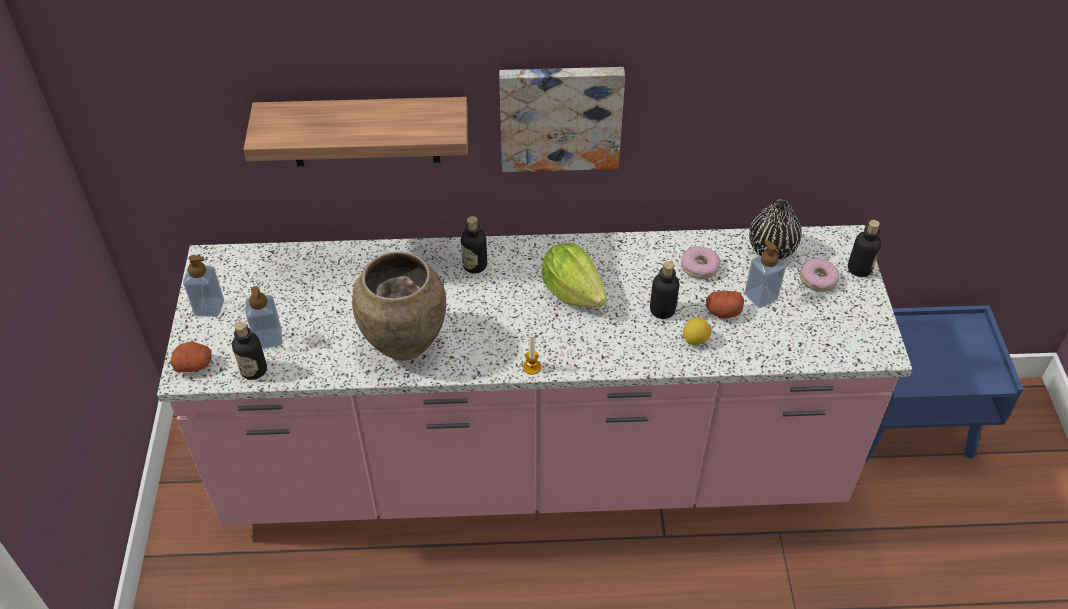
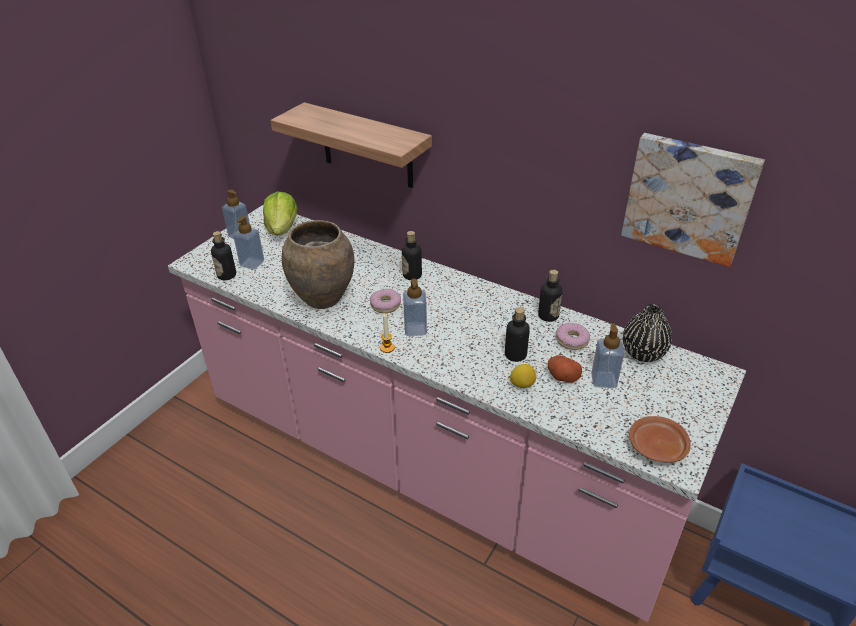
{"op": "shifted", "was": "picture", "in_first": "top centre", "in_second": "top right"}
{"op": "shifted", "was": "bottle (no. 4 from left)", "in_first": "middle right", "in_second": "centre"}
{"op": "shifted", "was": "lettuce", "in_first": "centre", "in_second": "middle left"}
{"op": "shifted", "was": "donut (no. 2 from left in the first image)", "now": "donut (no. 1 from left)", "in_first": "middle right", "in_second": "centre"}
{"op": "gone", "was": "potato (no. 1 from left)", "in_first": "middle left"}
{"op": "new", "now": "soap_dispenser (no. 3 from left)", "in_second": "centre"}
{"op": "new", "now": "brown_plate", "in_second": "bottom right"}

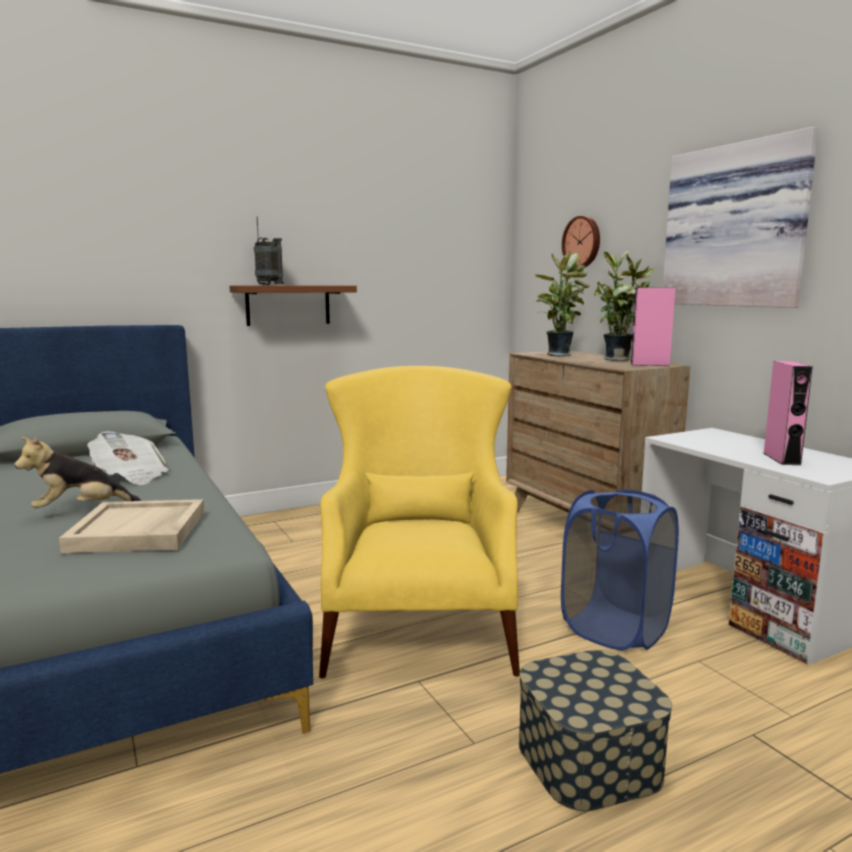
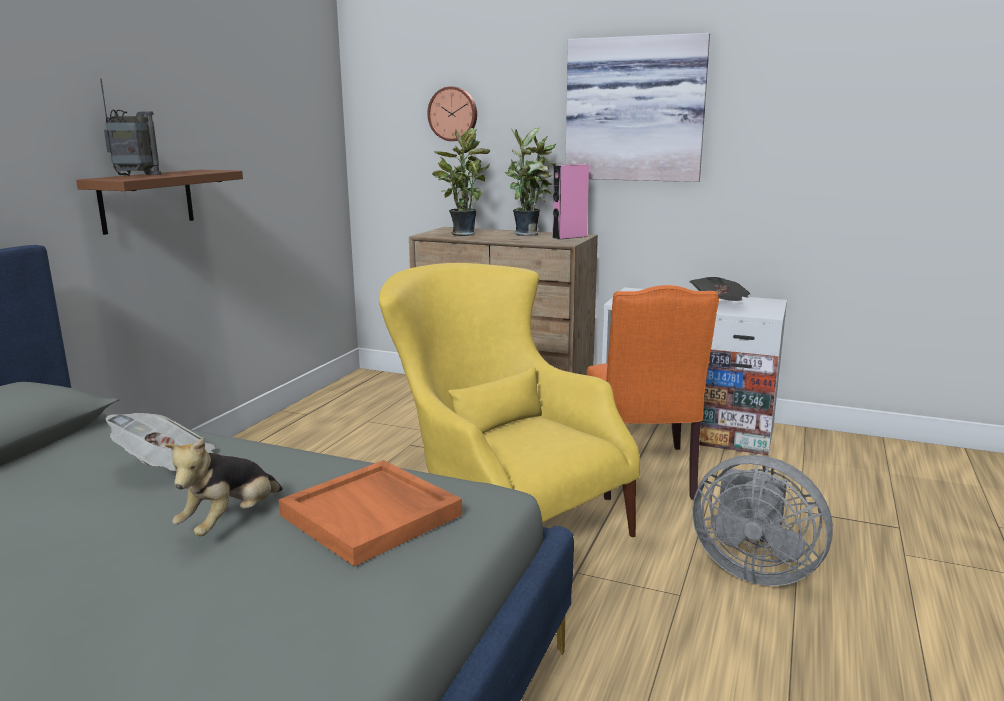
{"op": "swapped", "was": "pink_speaker (no. 2 from left)", "now": "newspaper (no. 2 from left)", "in_first": "middle right", "in_second": "middle right"}
{"op": "swapped", "was": "blue_laundry_basket", "now": "orange_chair", "in_first": "bottom right", "in_second": "centre"}
{"op": "repainted", "was": "beige_tray", "now": "orange_tray", "in_first": "middle left", "in_second": "bottom centre"}
{"op": "swapped", "was": "storage_box", "now": "grey_fan", "in_first": "bottom right", "in_second": "bottom right"}

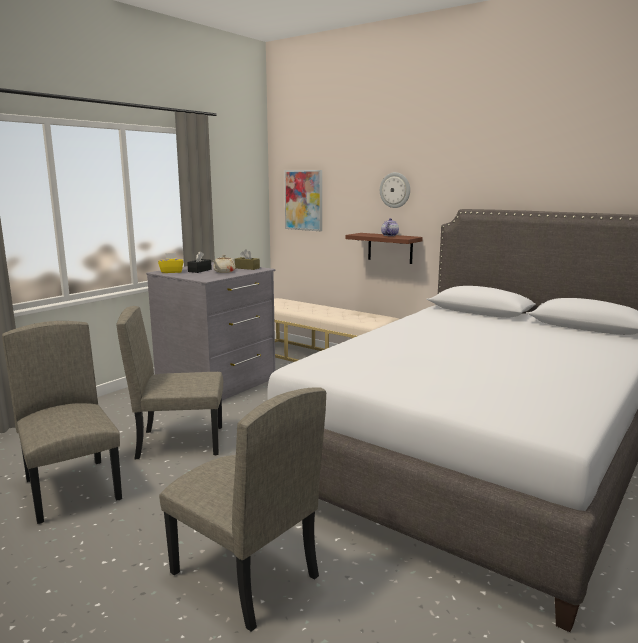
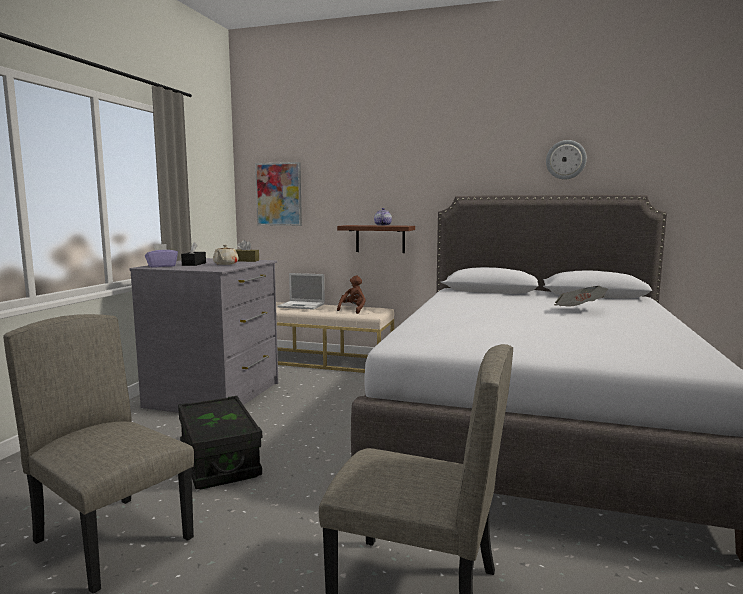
{"op": "shifted", "was": "wall_clock", "in_first": "top centre", "in_second": "top right"}
{"op": "repainted", "was": "yellow_tissue_box", "now": "purple_tissue_box", "in_first": "middle left", "in_second": "middle left"}
{"op": "swapped", "was": "beige_chair (no. 2 from left)", "now": "black_storage_box", "in_first": "middle left", "in_second": "bottom left"}
{"op": "new", "now": "laptop", "in_second": "centre"}
{"op": "new", "now": "brown_plush_toy", "in_second": "centre"}
{"op": "new", "now": "newspaper", "in_second": "middle right"}

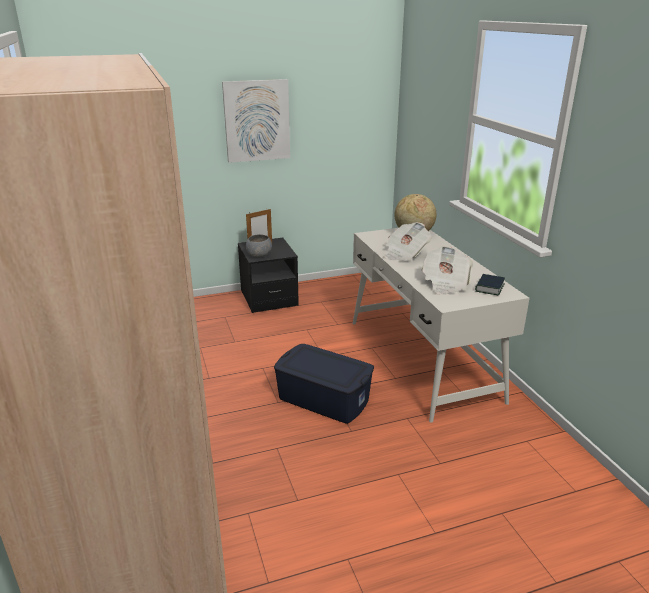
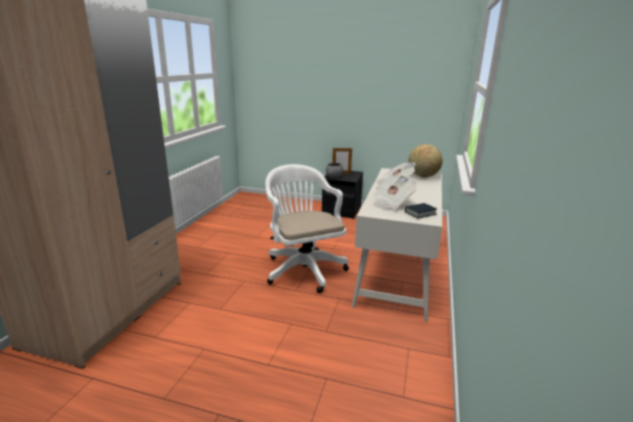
{"op": "gone", "was": "picture", "in_first": "top centre"}
{"op": "swapped", "was": "blue_storage_box", "now": "white_office_chair", "in_first": "centre", "in_second": "centre"}

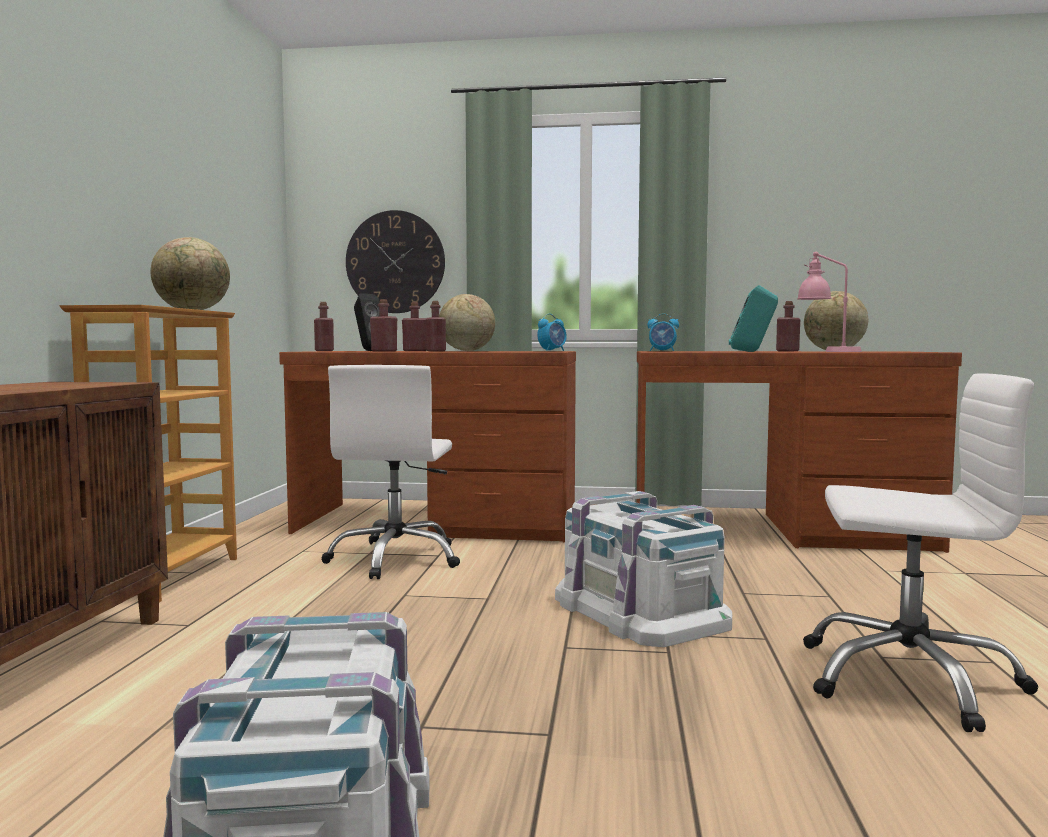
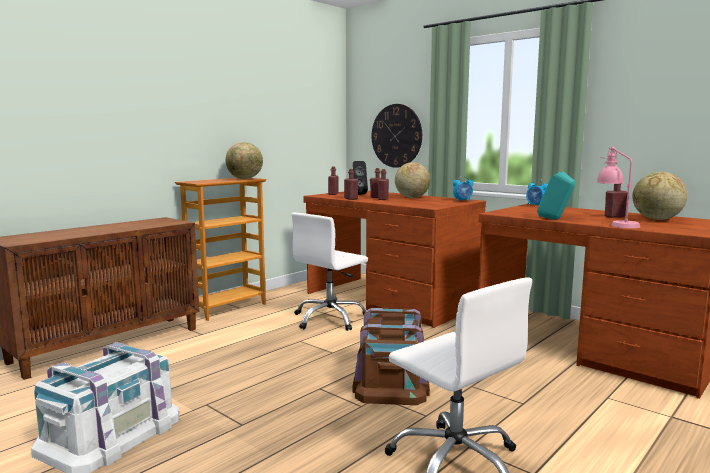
{"op": "repainted", "was": "white_storage_box (no. 2 from left)", "now": "brown_storage_box", "in_first": "bottom centre", "in_second": "bottom centre"}

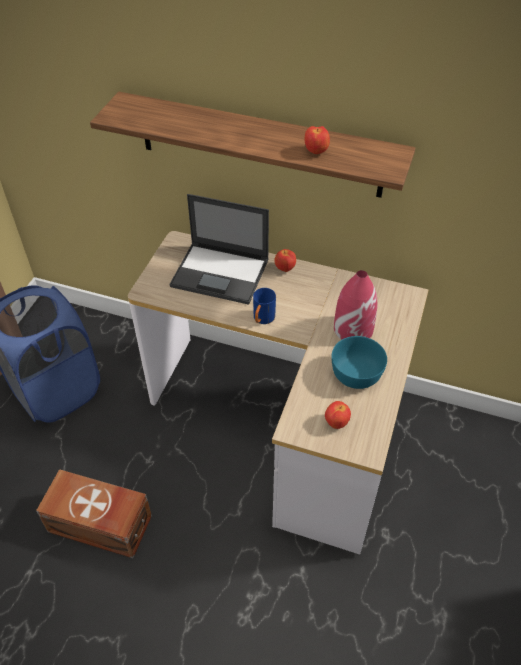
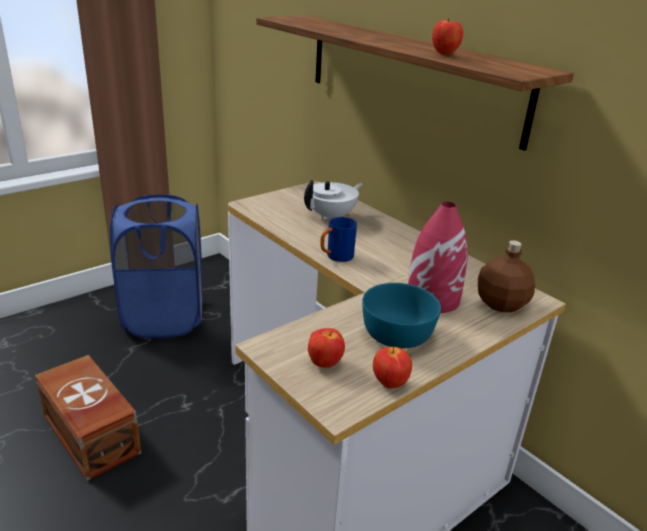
{"op": "swapped", "was": "laptop", "now": "white_teapot", "in_first": "centre", "in_second": "centre"}
{"op": "shifted", "was": "apple (no. 1 from left in the first image)", "now": "apple (no. 2 from left)", "in_first": "centre", "in_second": "bottom centre"}
{"op": "new", "now": "brown_bottle", "in_second": "middle right"}

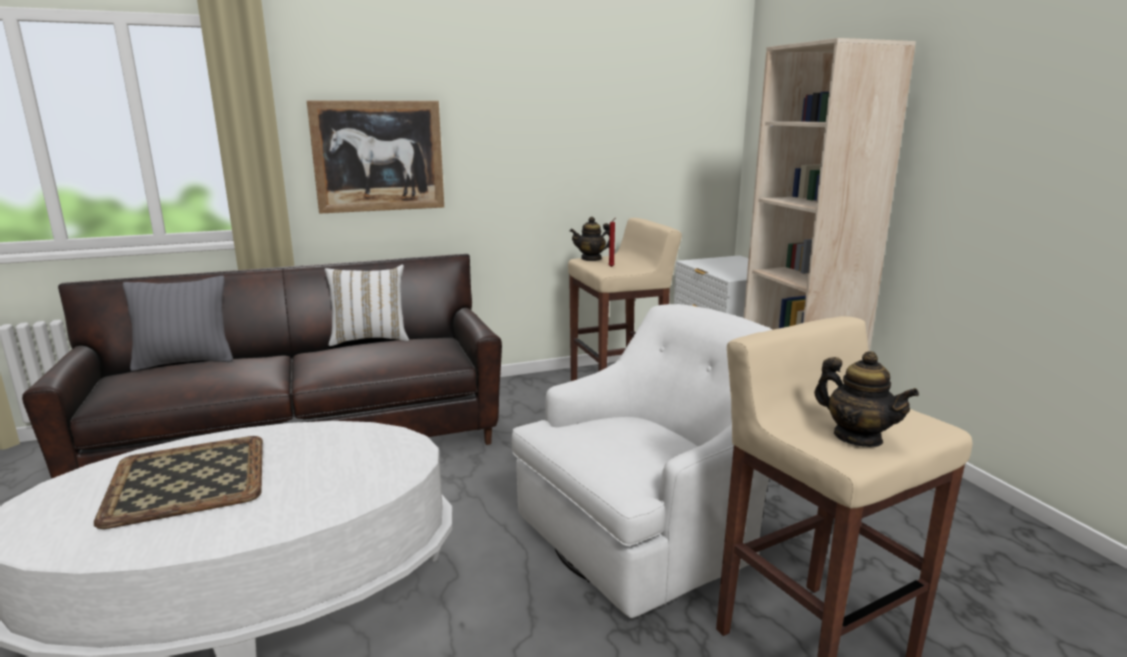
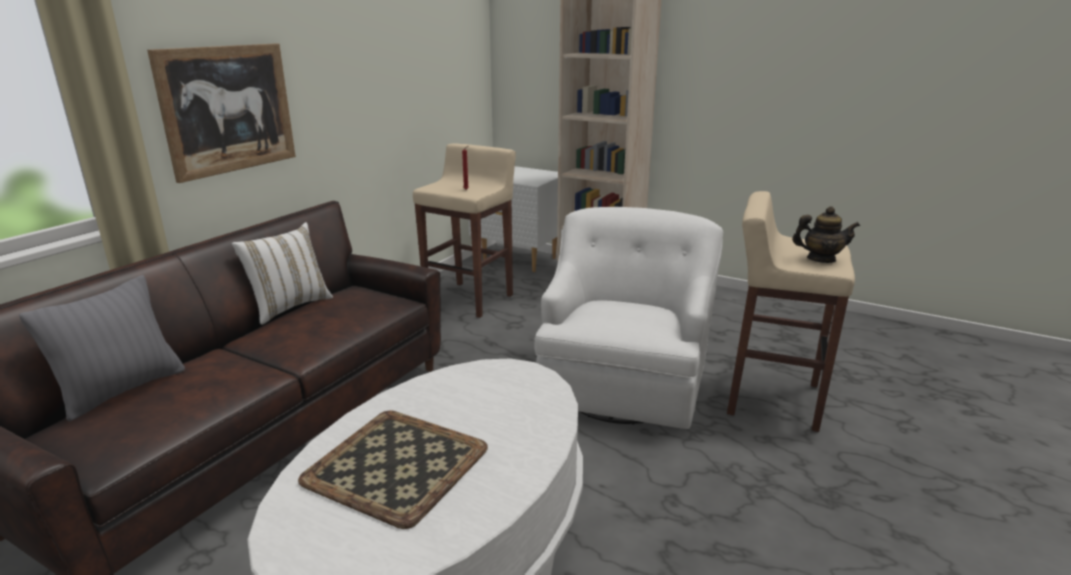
{"op": "gone", "was": "teapot (no. 1 from left)", "in_first": "centre"}

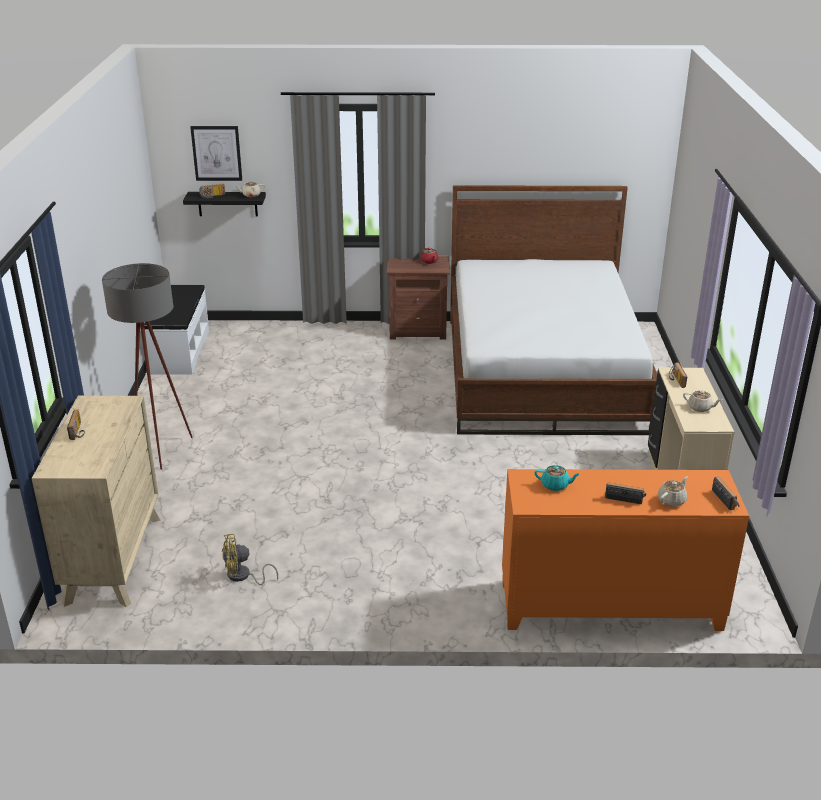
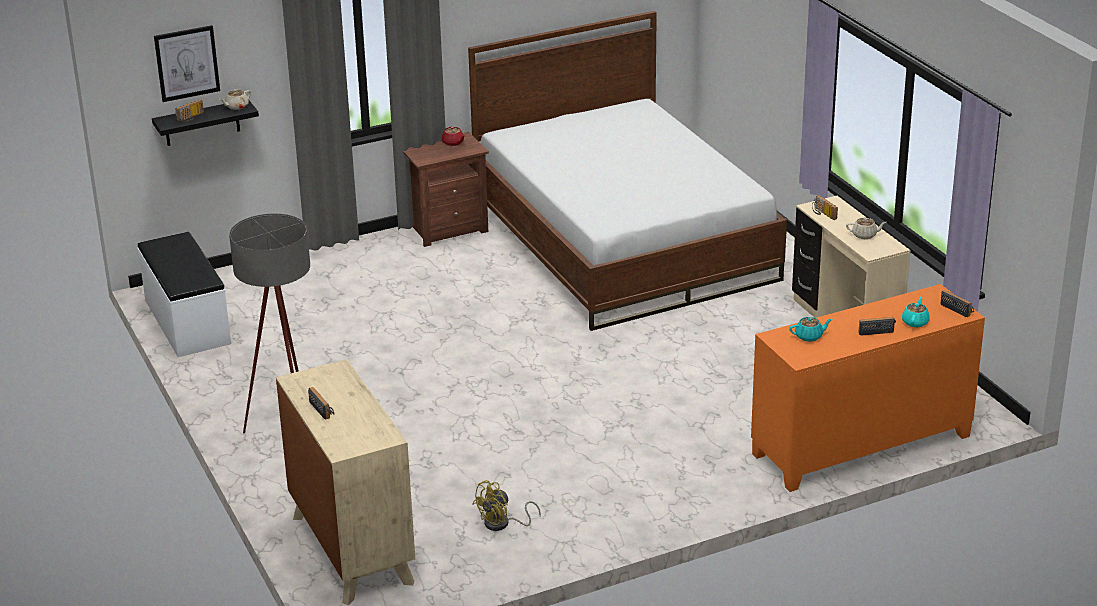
{"op": "repainted", "was": "beige_teapot (no. 2 from left)", "now": "turquoise_teapot (no. 2 from left)", "in_first": "middle right", "in_second": "middle right"}

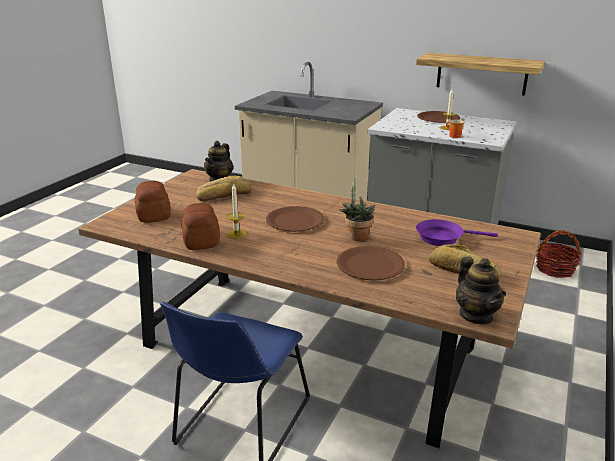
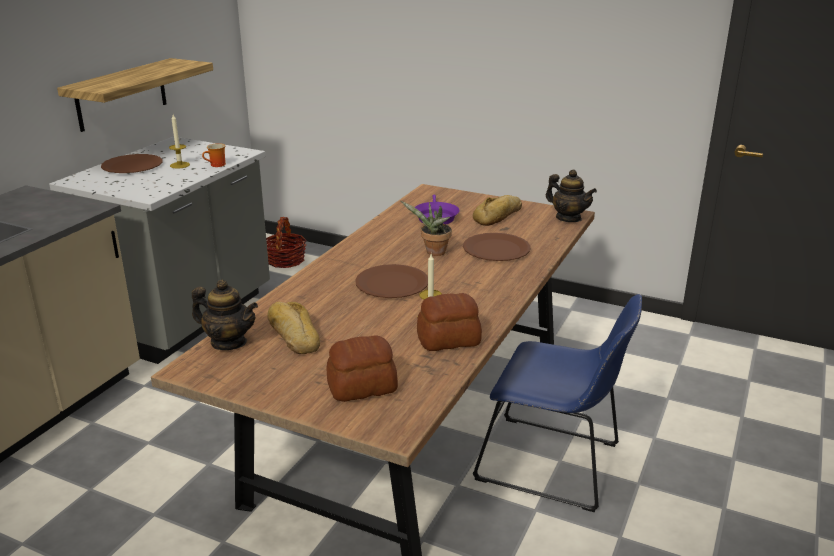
{"op": "rotated", "was": "teapot (no. 2 from left)", "in_first": "middle right", "in_second": "middle right", "clockwise": 60}

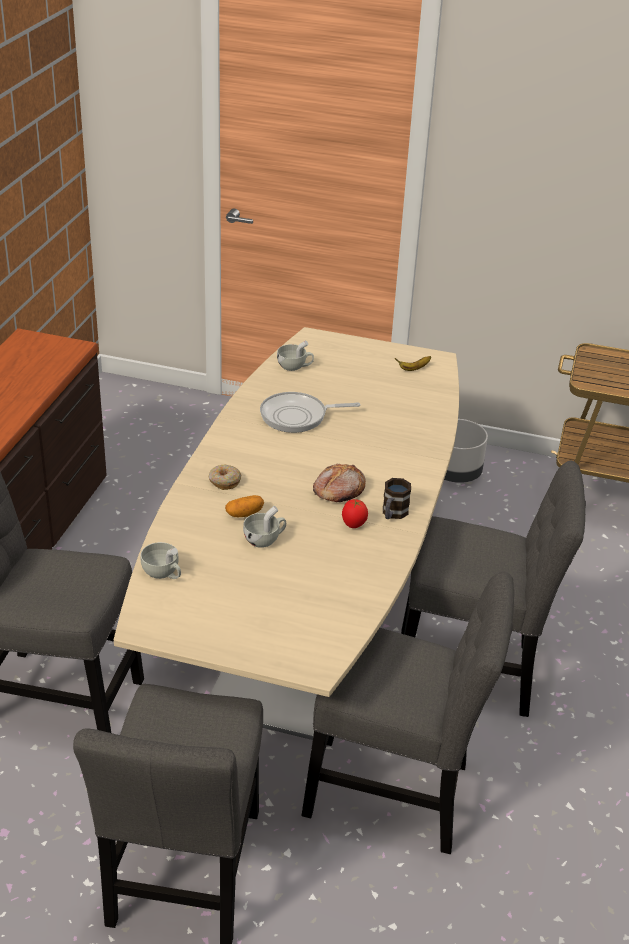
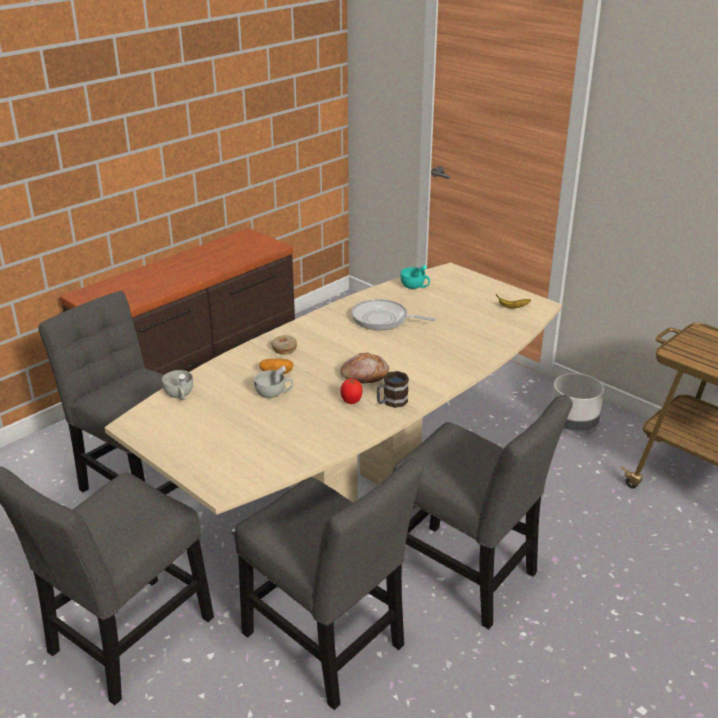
{"op": "repainted", "was": "white_cup (no. 3 from left)", "now": "turquoise_cup", "in_first": "centre", "in_second": "centre"}

